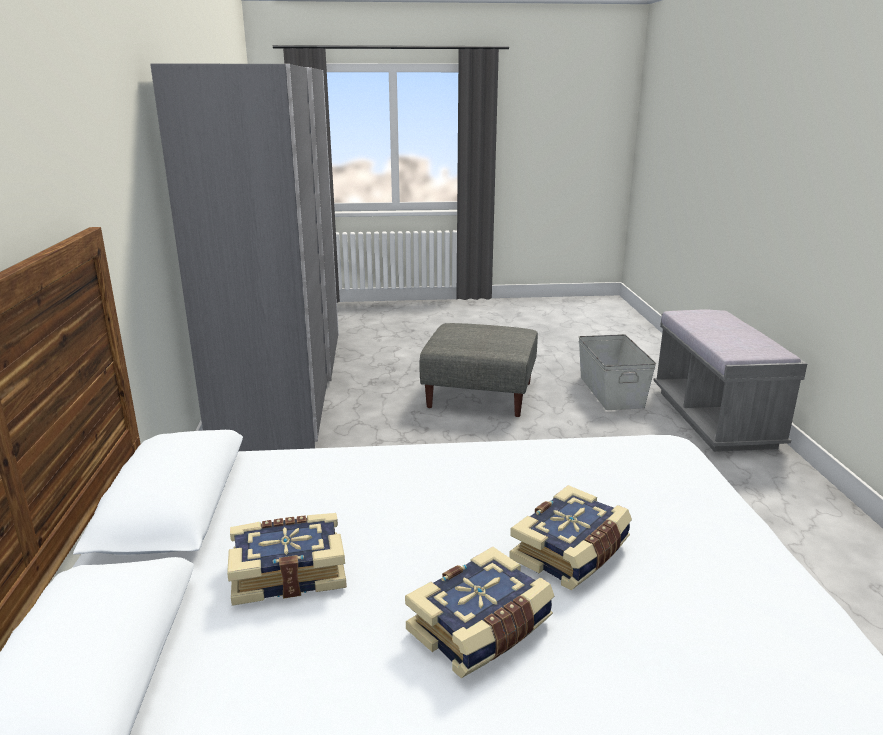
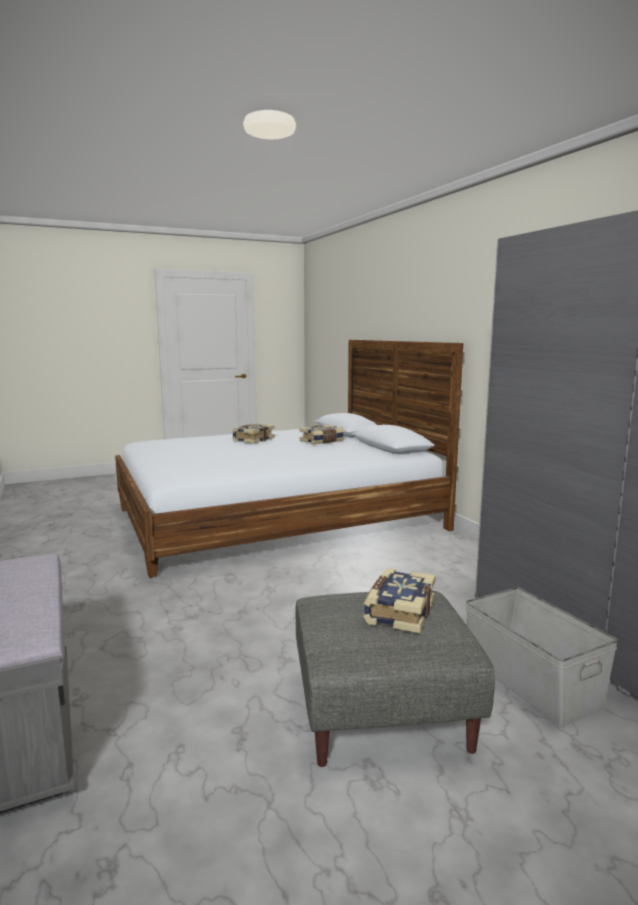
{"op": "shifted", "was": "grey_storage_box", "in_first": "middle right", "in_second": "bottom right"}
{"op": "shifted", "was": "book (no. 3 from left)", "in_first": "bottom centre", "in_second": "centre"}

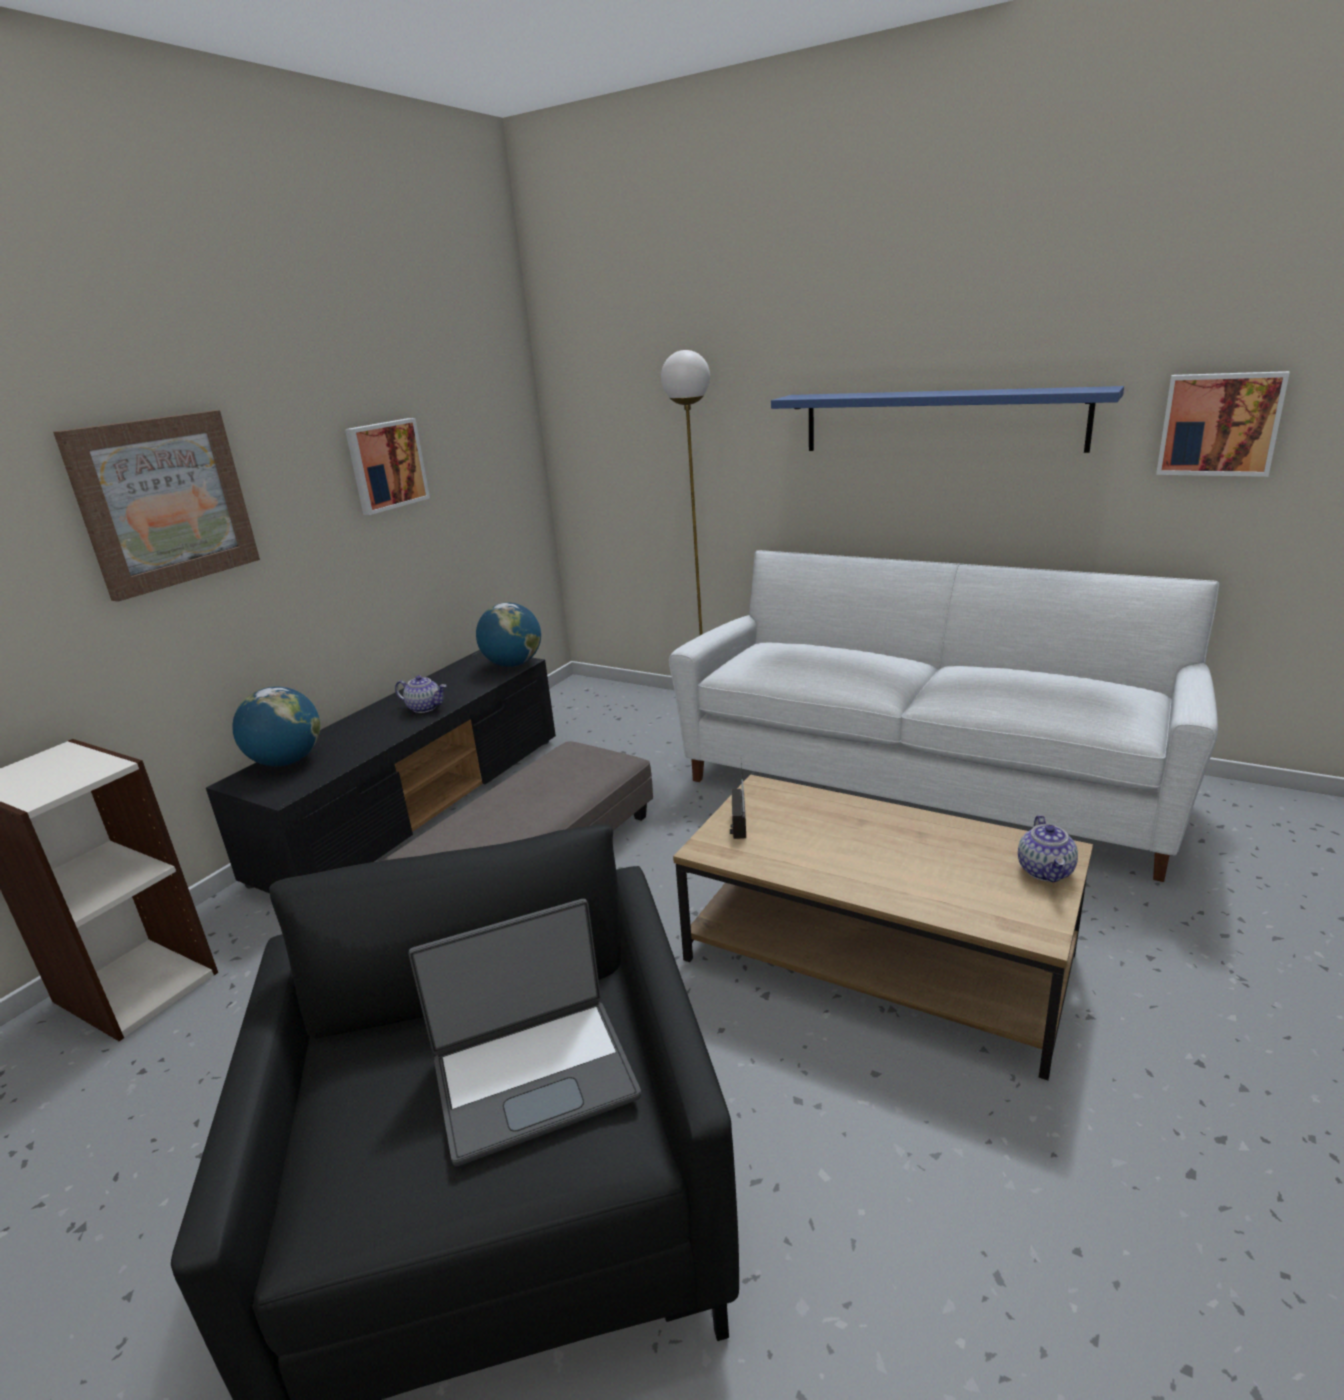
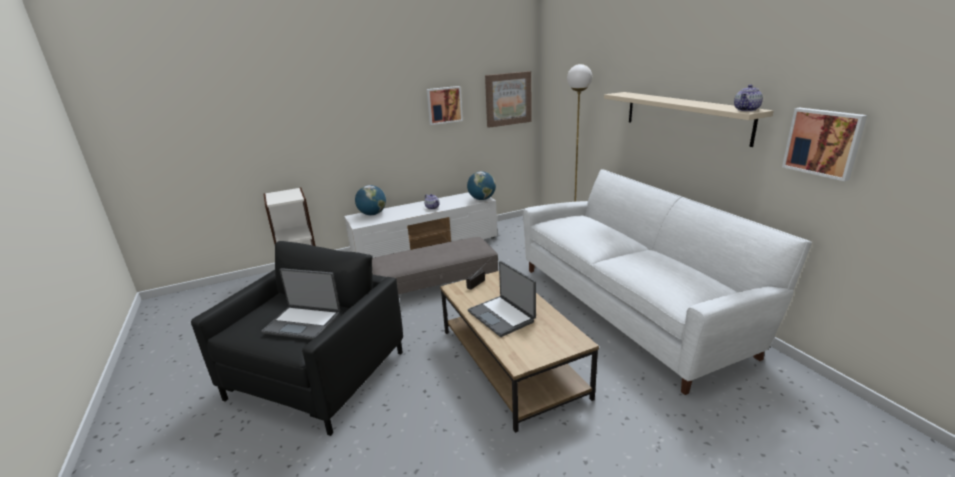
{"op": "repainted", "was": "blue_shelf", "now": "beige_shelf", "in_first": "top right", "in_second": "top right"}
{"op": "shifted", "was": "picture (no. 1 from left in the first image)", "now": "picture (no. 2 from left)", "in_first": "middle left", "in_second": "top centre"}
{"op": "repainted", "was": "black_tv_stand", "now": "white_tv_stand", "in_first": "middle left", "in_second": "centre"}
{"op": "shifted", "was": "teapot (no. 2 from left)", "in_first": "middle right", "in_second": "top right"}
{"op": "new", "now": "laptop (no. 2 from left)", "in_second": "centre"}

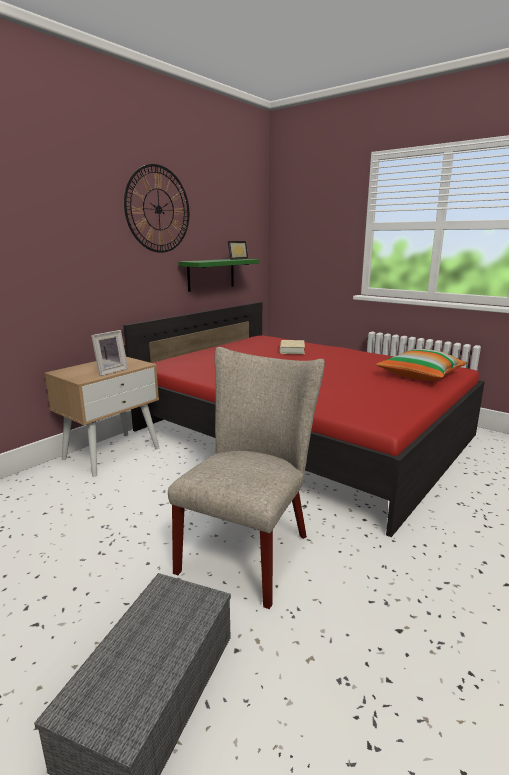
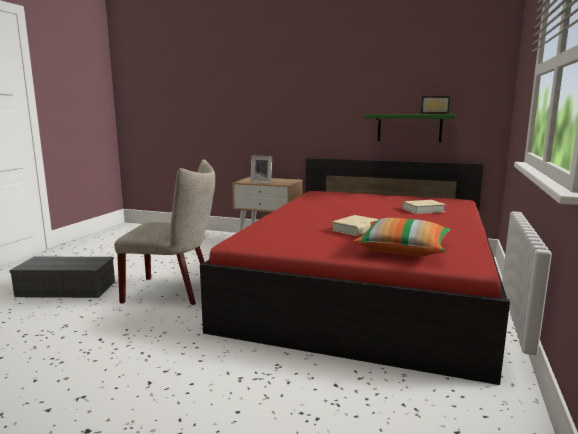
{"op": "gone", "was": "wall_clock", "in_first": "top left"}
{"op": "new", "now": "beige_book (no. 1 from left)", "in_second": "centre"}

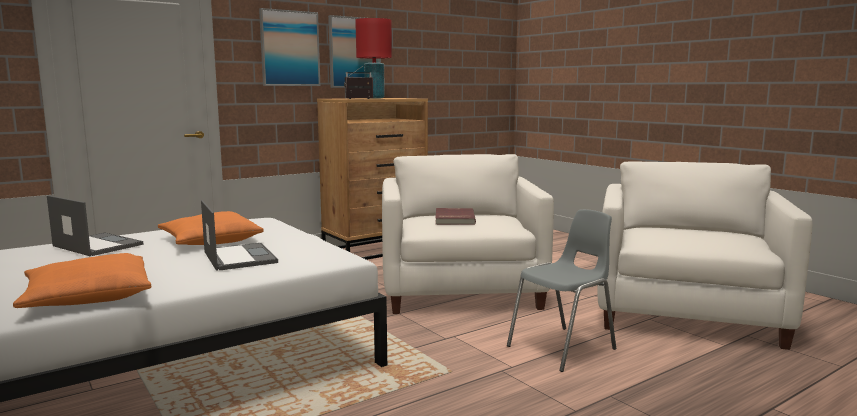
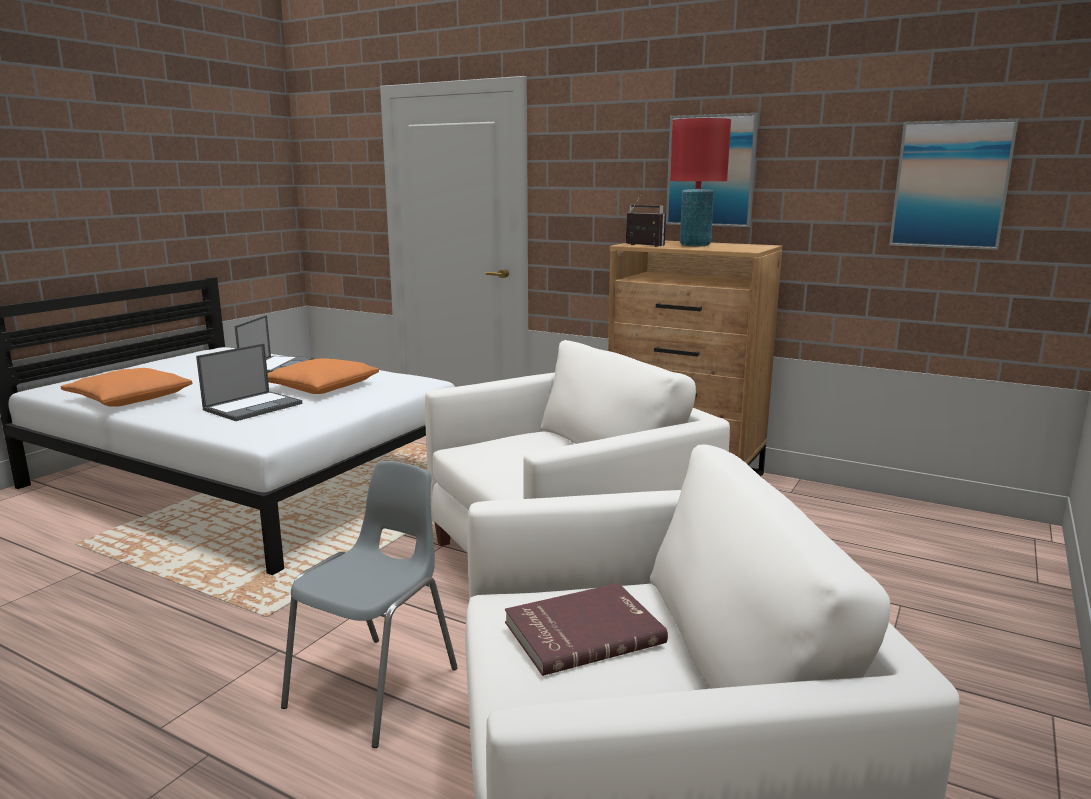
{"op": "shifted", "was": "picture (no. 1 from left in the first image)", "now": "picture (no. 2 from left)", "in_first": "top centre", "in_second": "top right"}
{"op": "shifted", "was": "red_book", "in_first": "centre", "in_second": "bottom centre"}
{"op": "rotated", "was": "grey_chair", "in_first": "bottom centre", "in_second": "bottom centre", "clockwise": -90}

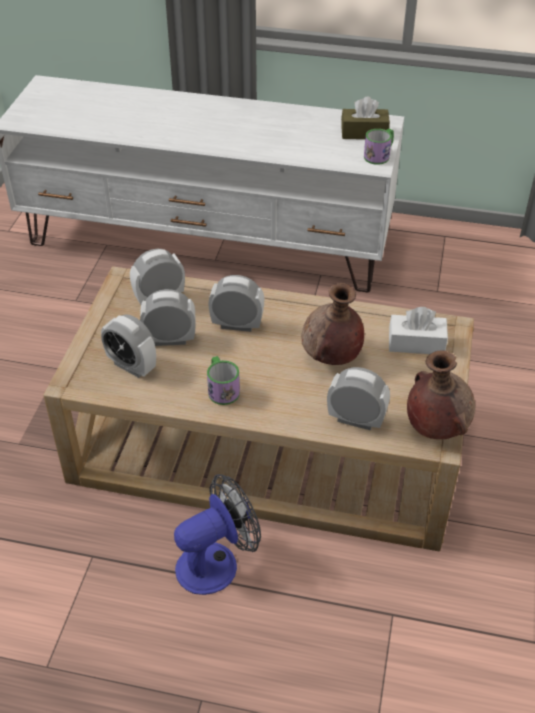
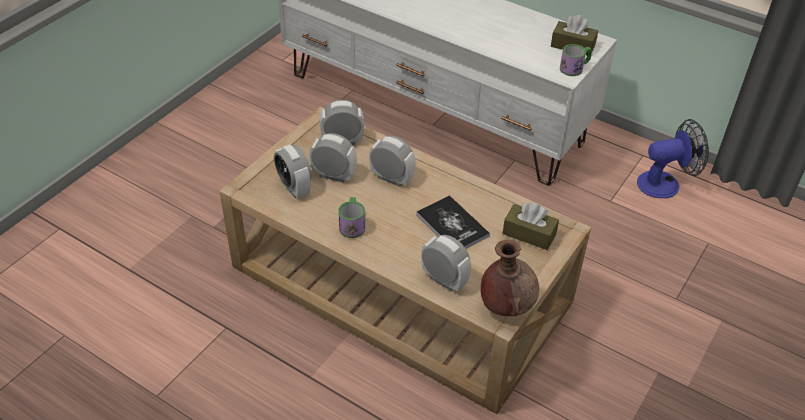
{"op": "swapped", "was": "brown_vase (no. 1 from left)", "now": "book", "in_first": "centre", "in_second": "centre"}
{"op": "repainted", "was": "white_tissue_box", "now": "brown_tissue_box (no. 1 from left)", "in_first": "middle right", "in_second": "centre"}
{"op": "shifted", "was": "fan", "in_first": "bottom centre", "in_second": "middle right"}

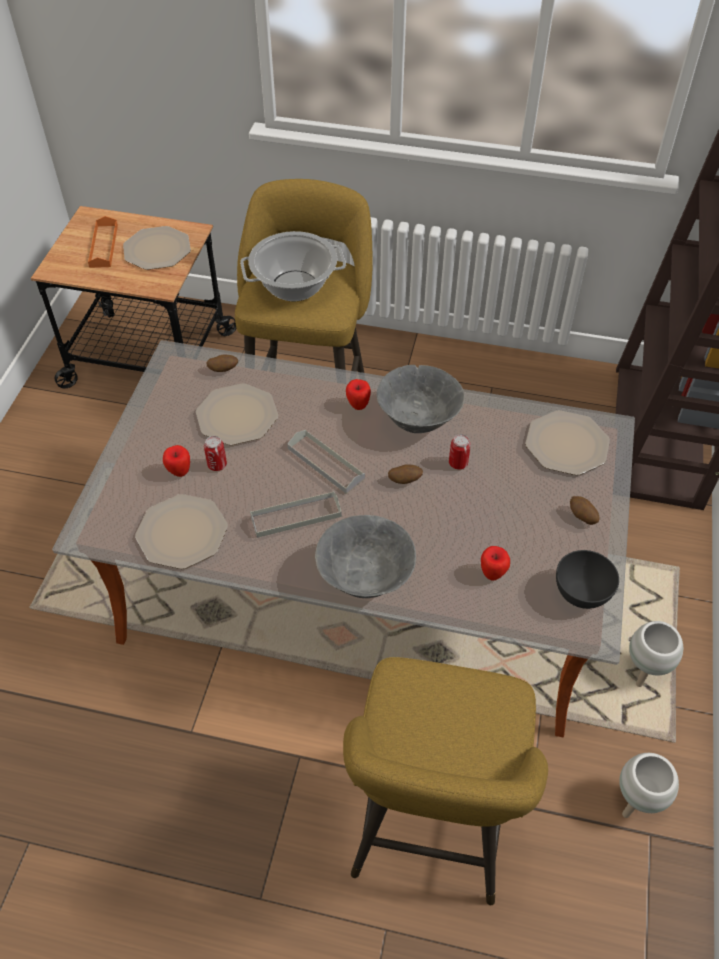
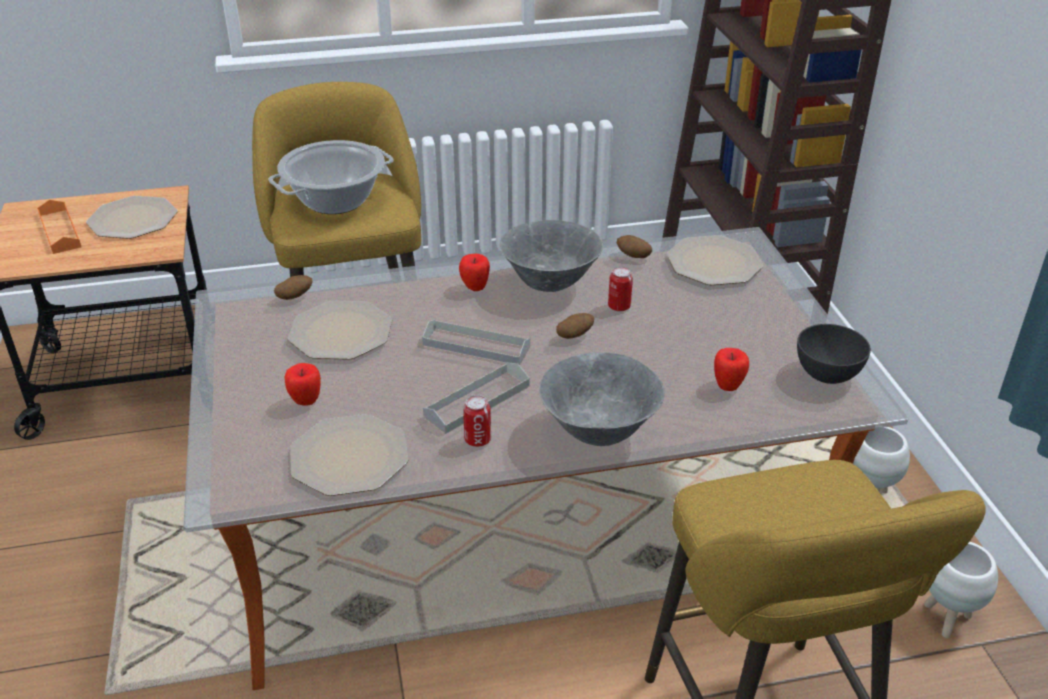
{"op": "shifted", "was": "can (no. 1 from left)", "in_first": "middle left", "in_second": "centre"}
{"op": "shifted", "was": "potato (no. 3 from left)", "in_first": "middle right", "in_second": "centre"}

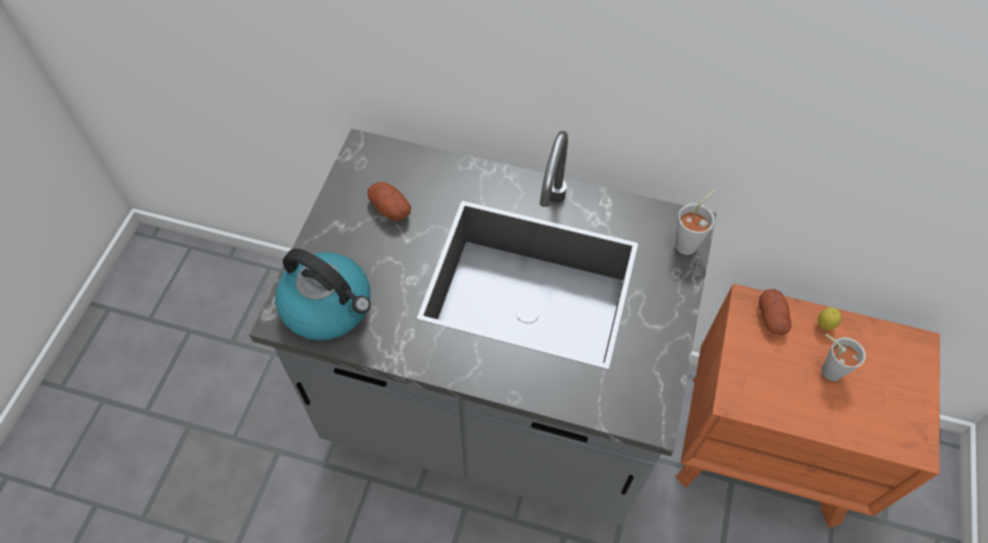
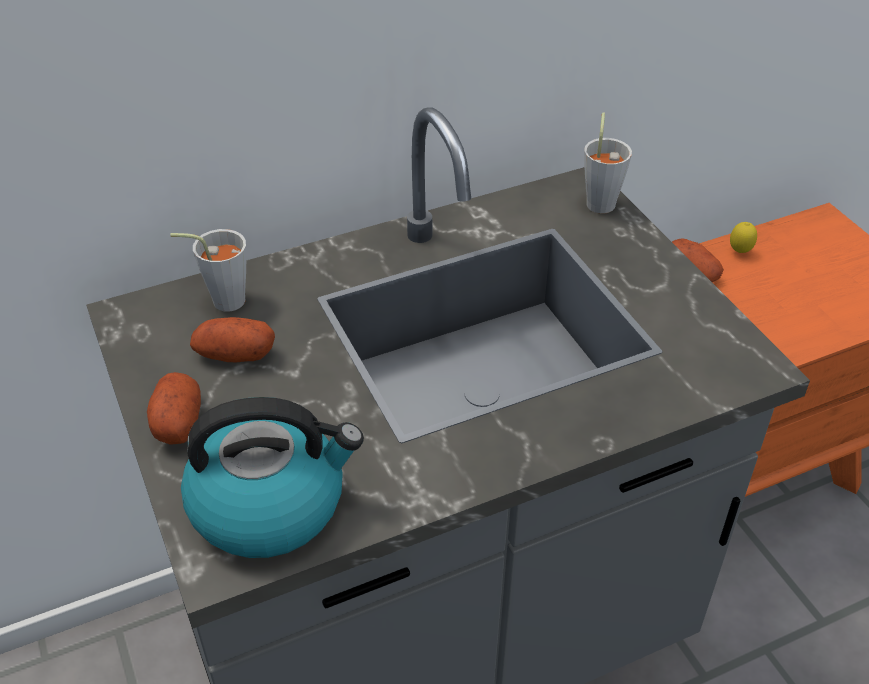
{"op": "shifted", "was": "grey_cup (no. 2 from left in the first image)", "now": "grey_cup (no. 1 from left)", "in_first": "middle right", "in_second": "middle left"}
{"op": "new", "now": "potato (no. 1 from left)", "in_second": "middle left"}

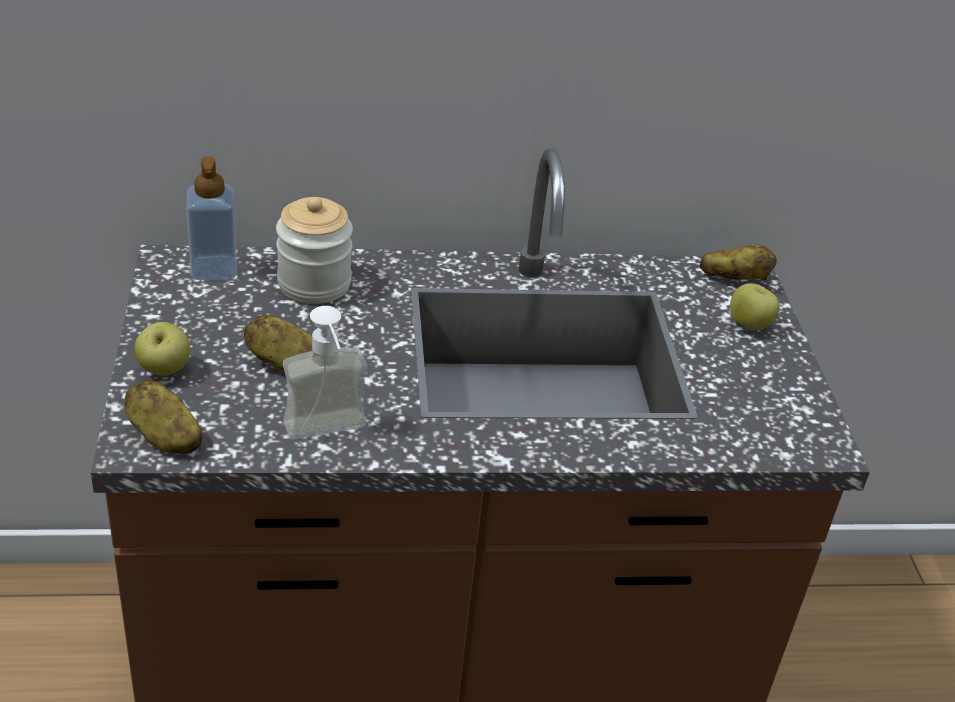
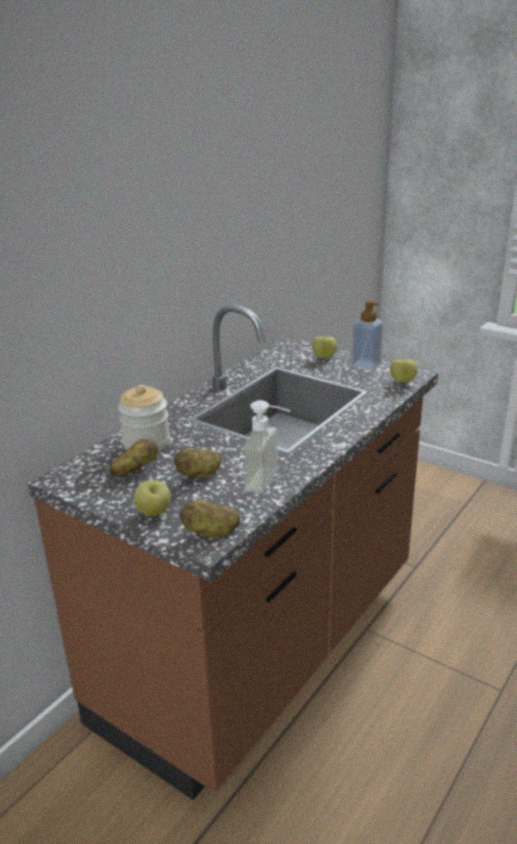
{"op": "shifted", "was": "soap_dispenser (no. 1 from left in the first image)", "now": "soap_dispenser (no. 2 from left)", "in_first": "top left", "in_second": "middle right"}
{"op": "shifted", "was": "potato (no. 3 from left in the first image)", "now": "potato (no. 1 from left)", "in_first": "middle right", "in_second": "middle left"}
{"op": "new", "now": "apple (no. 3 from left)", "in_second": "middle right"}

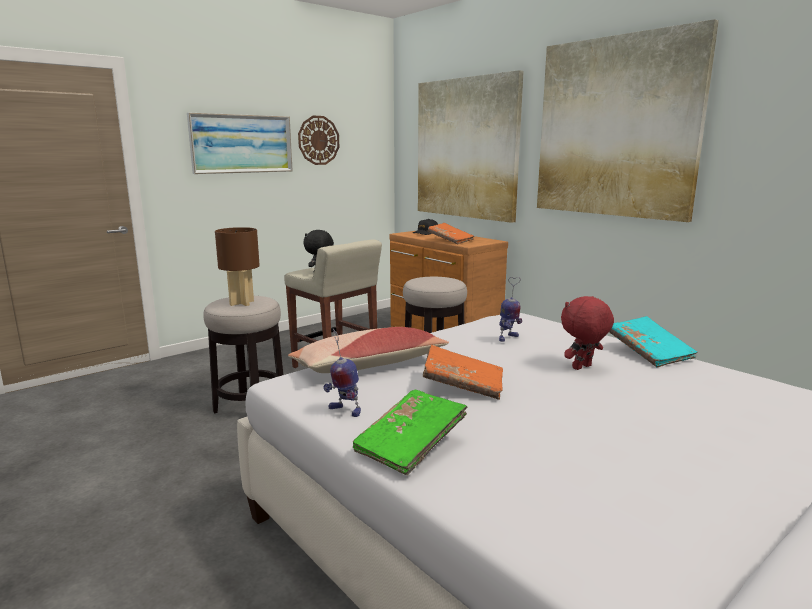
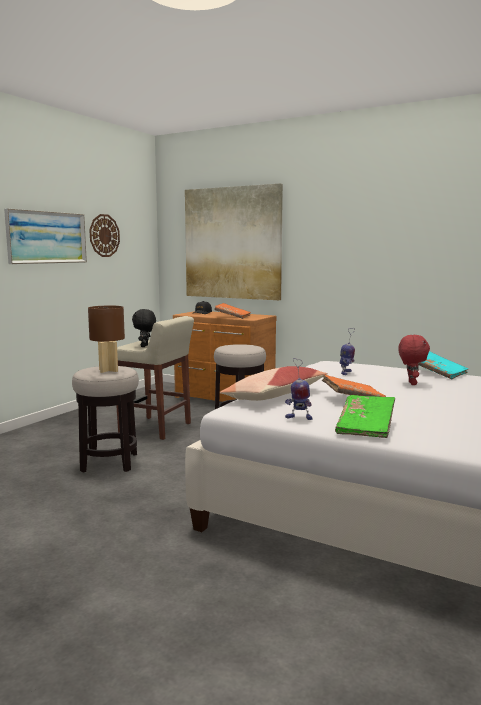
{"op": "gone", "was": "picture (no. 3 from left)", "in_first": "top right"}
{"op": "rotated", "was": "red_plush_toy", "in_first": "middle right", "in_second": "middle right", "clockwise": 150}

